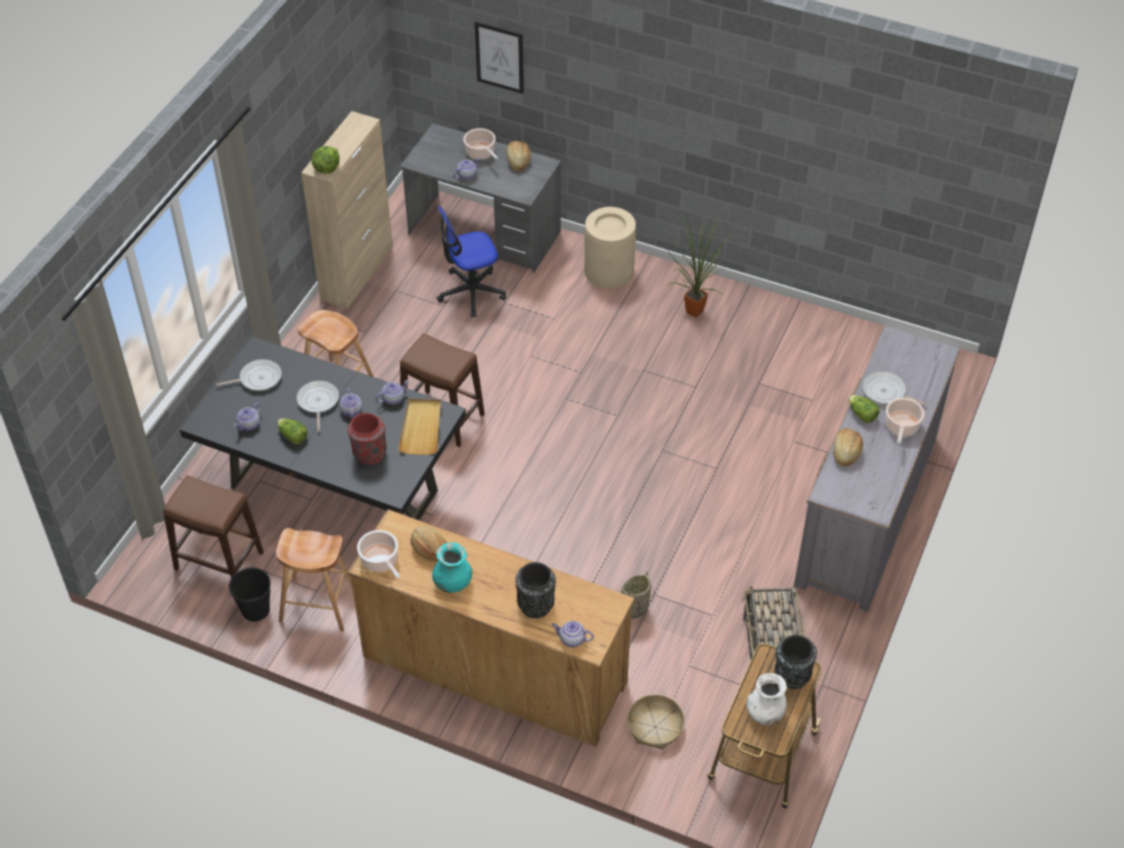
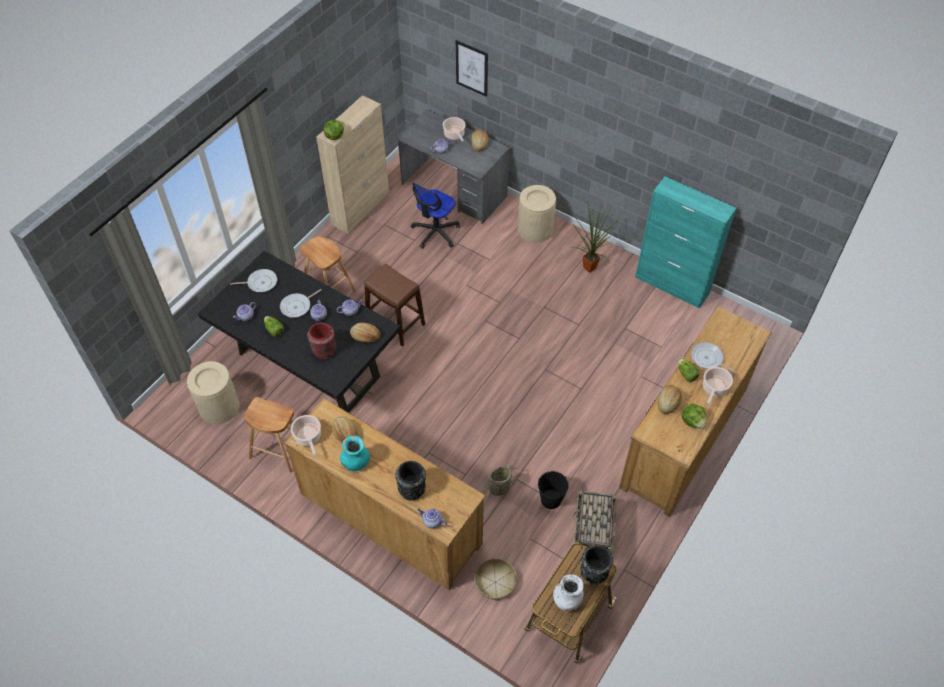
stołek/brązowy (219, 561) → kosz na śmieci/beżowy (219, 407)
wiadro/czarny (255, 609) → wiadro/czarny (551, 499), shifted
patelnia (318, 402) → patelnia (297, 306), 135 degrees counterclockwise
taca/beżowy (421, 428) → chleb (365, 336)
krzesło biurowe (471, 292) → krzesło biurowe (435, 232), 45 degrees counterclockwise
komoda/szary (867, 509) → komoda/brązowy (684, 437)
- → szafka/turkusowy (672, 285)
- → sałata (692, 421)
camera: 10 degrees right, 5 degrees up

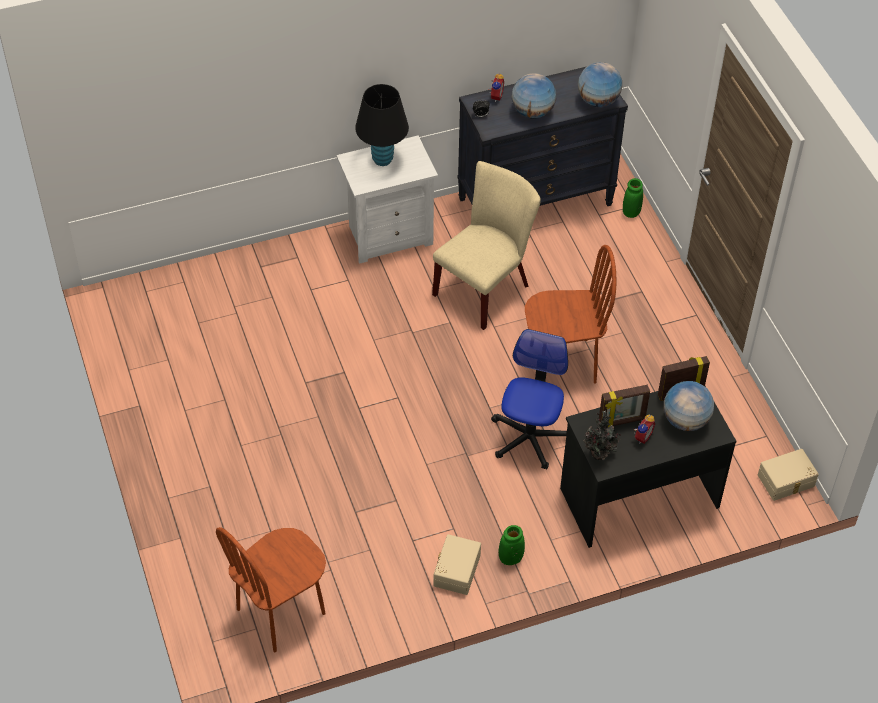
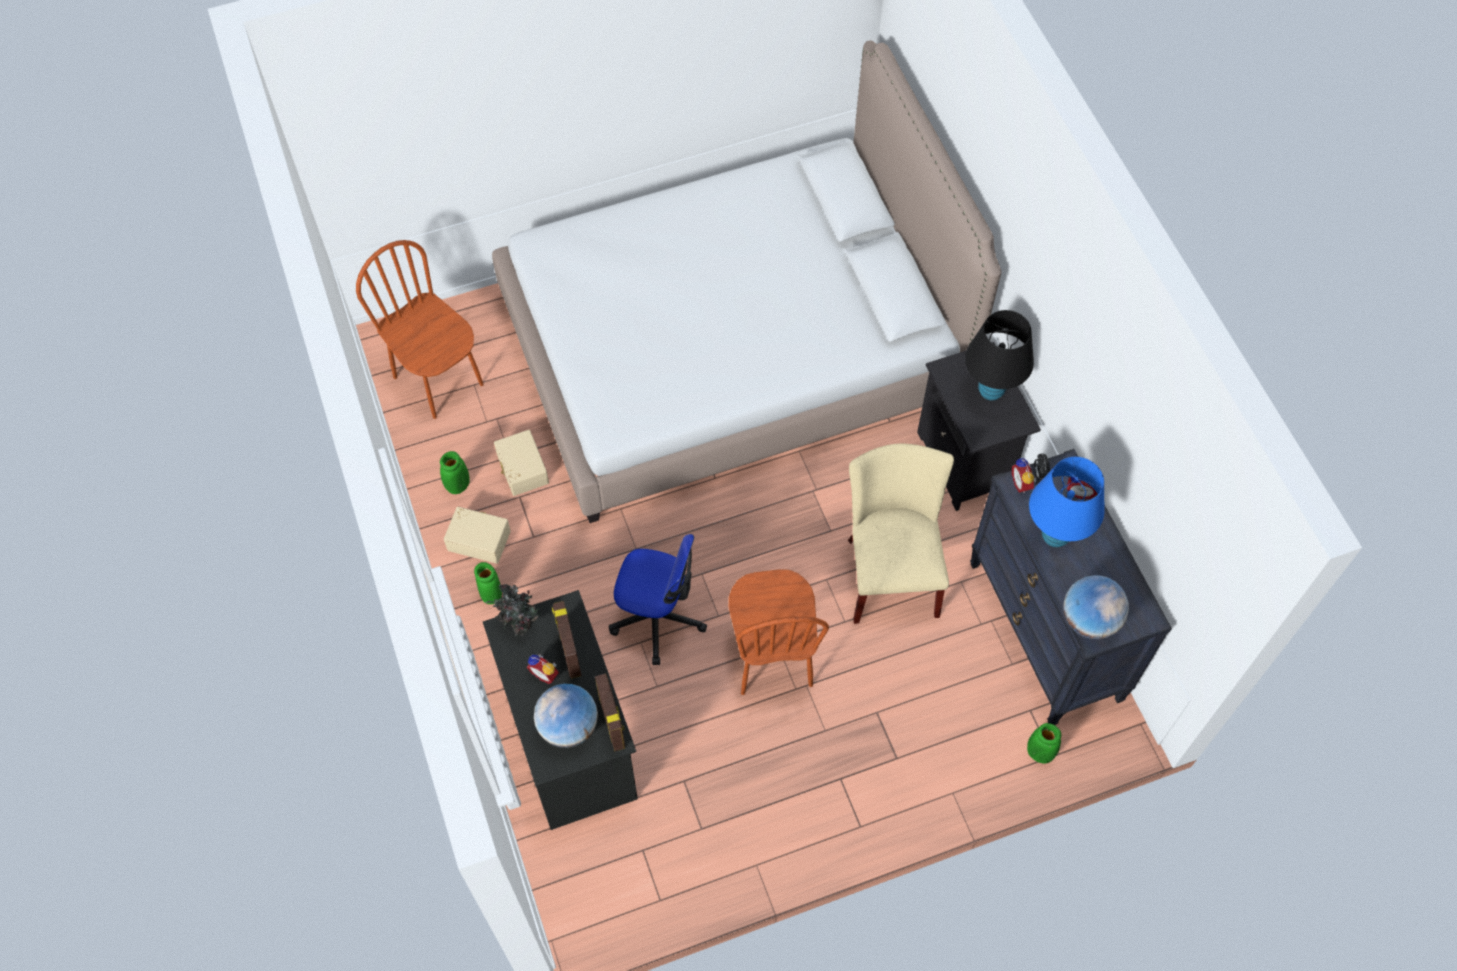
szafka nocna/biały (388, 235) → szafka nocna/czarny (966, 462)
krzesło/beżowy (486, 287) → krzesło/beżowy (889, 570), 135 degrees counterclockwise
globus (532, 112) → lampa stołowa/niebieski (1055, 536)
pojemnik do przechowywania/beżowy (786, 481) → pojemnik do przechowywania/beżowy (521, 469), shifted
- → wazon/zielony (458, 485)
- → łóżko (732, 348)
- → budzik (1022, 483)
camera: 90 degrees right, 10 degrees up

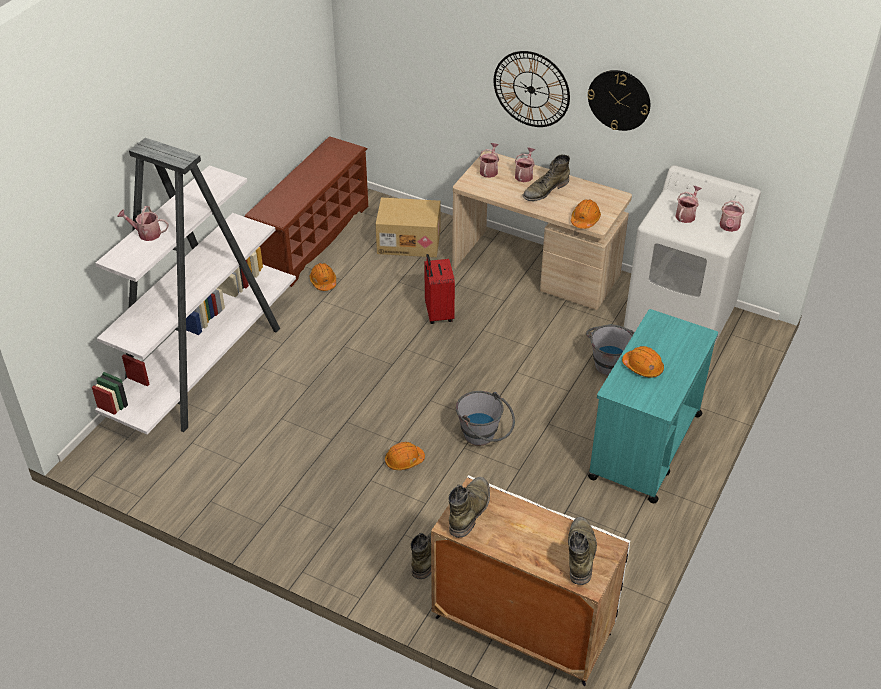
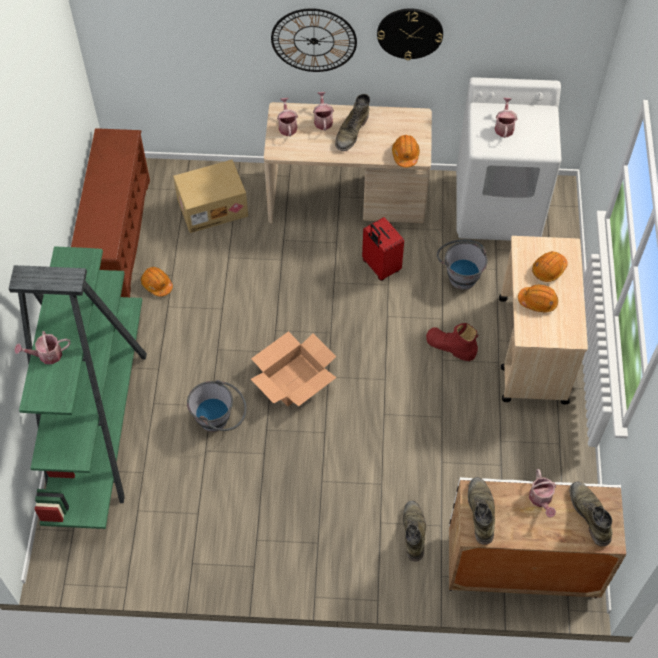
regał/biały (206, 364) → regał/zielony (99, 421)
kask/pomarańczowy (404, 461) → kask/pomarańczowy (548, 269), shifted
walizka/czerwony (438, 314) → walizka/czerwony (380, 267), shifted
wiadro/szary (484, 437) → wiadro/szary (219, 420), shifted
wózek/turkusowy (645, 446) → wózek/beżowy (532, 350)
konewka (729, 227) → konewka (541, 500), shifted
- → karton (294, 380)
- → but z cholewką/czerwony (450, 346)
camera: 25 degrees left, 15 degrees up

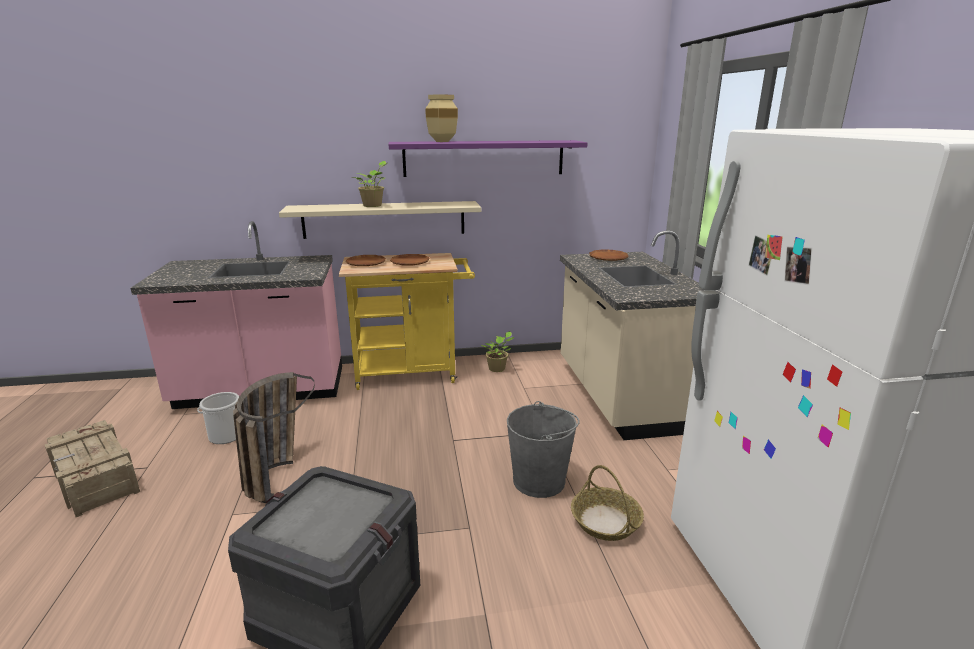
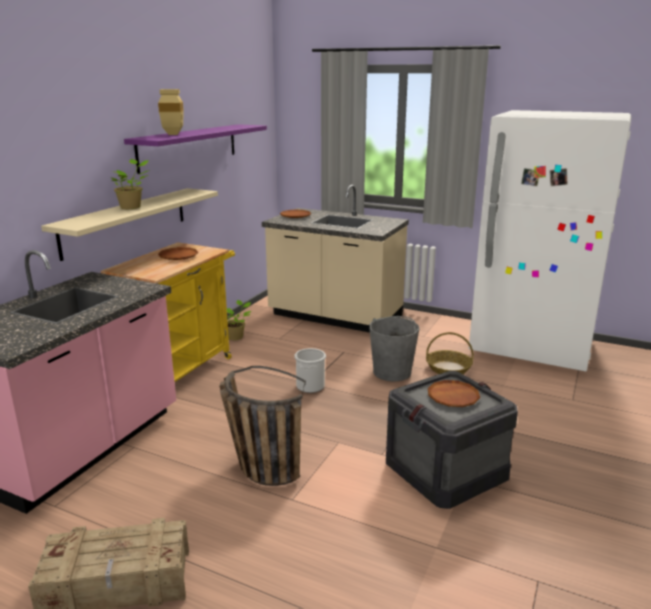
wiadro (227, 435) → wiadro (310, 386), shifted
talerz/brązowy (366, 263) → talerz/brązowy (453, 397), shifted
camera: 55 degrees left, 0 degrees up

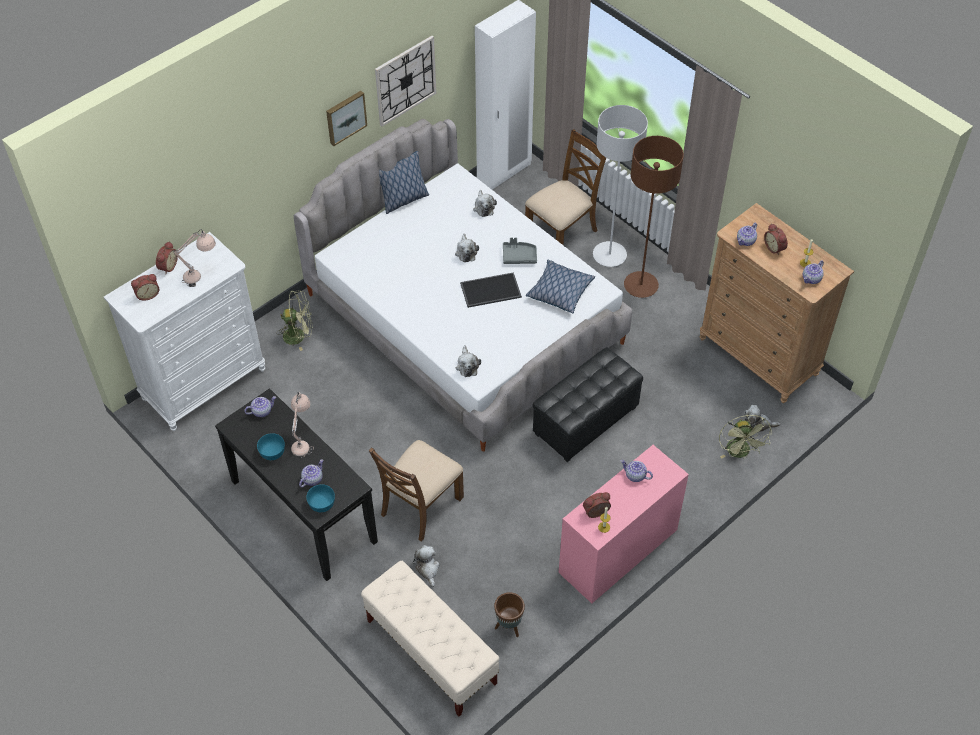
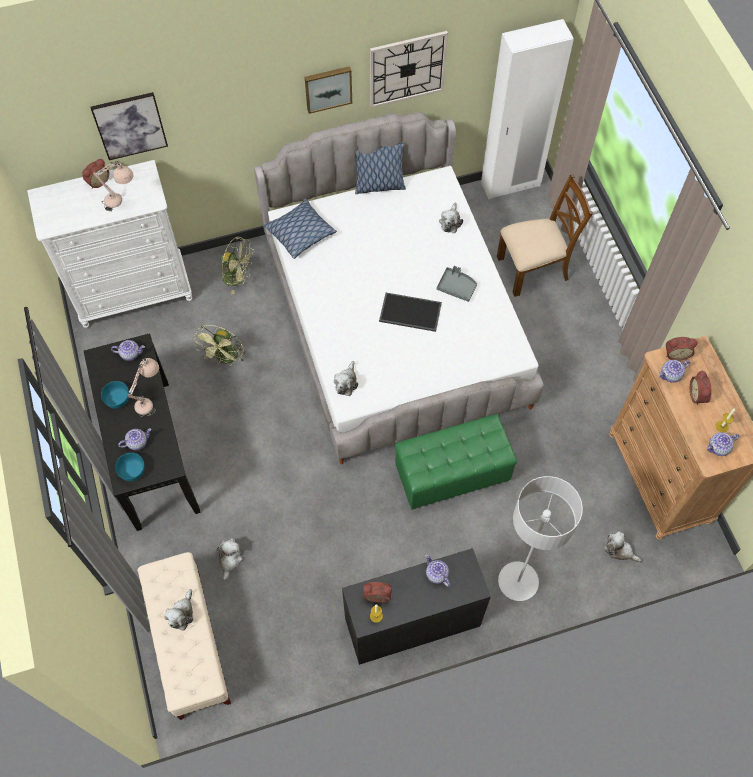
budzik (147, 294) → budzik (676, 353), shifted
krzesło/brązowy (420, 506) → -
pluszak (466, 252) → pluszak (182, 613), shifted
donica/brązowy (509, 627) → -
poduszka (559, 291) → poduszka (300, 233), shifted
pufa/czarny (585, 421) → pufa/zielony (452, 473)
biurko/różowy (618, 551) → biurko/czarny (412, 623)
lampa stojąca/szary (609, 255) → lampa stojąca/szary (518, 581), shifted
lampa stojąca/brązowy (641, 285) → -
wentylator/zielony (740, 453) → wentylator/zielony (225, 359), shifted
- → obraz (130, 125)
camera: 25 degrees right, 10 degrees up

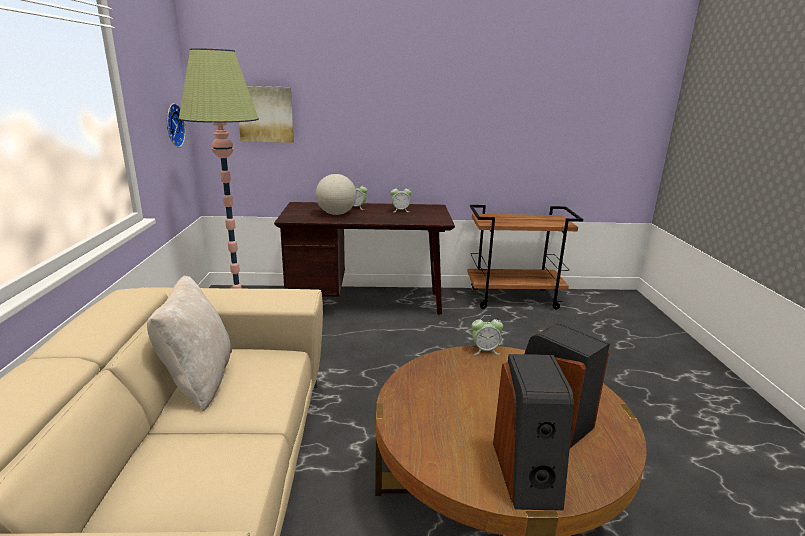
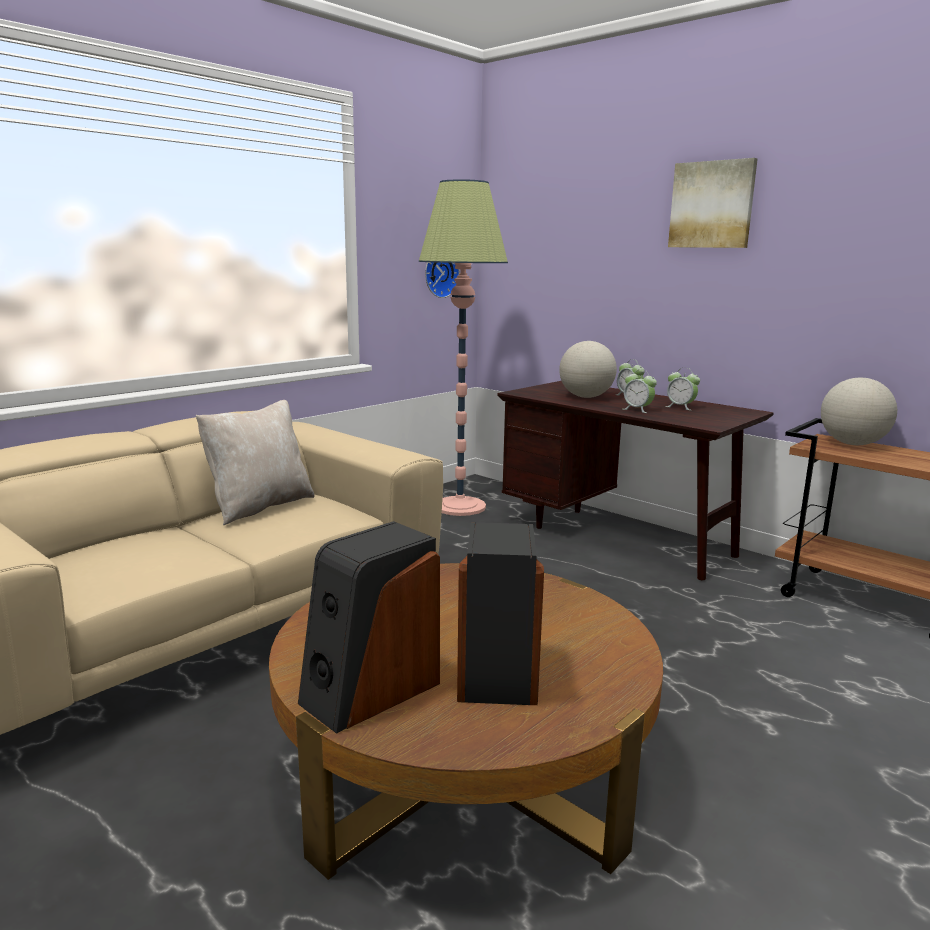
obraz (266, 114) → obraz (712, 205), shifted
budzik (485, 350) → budzik (637, 410), shifted
- → globus (852, 444)
camera: 45 degrees right, 5 degrees down

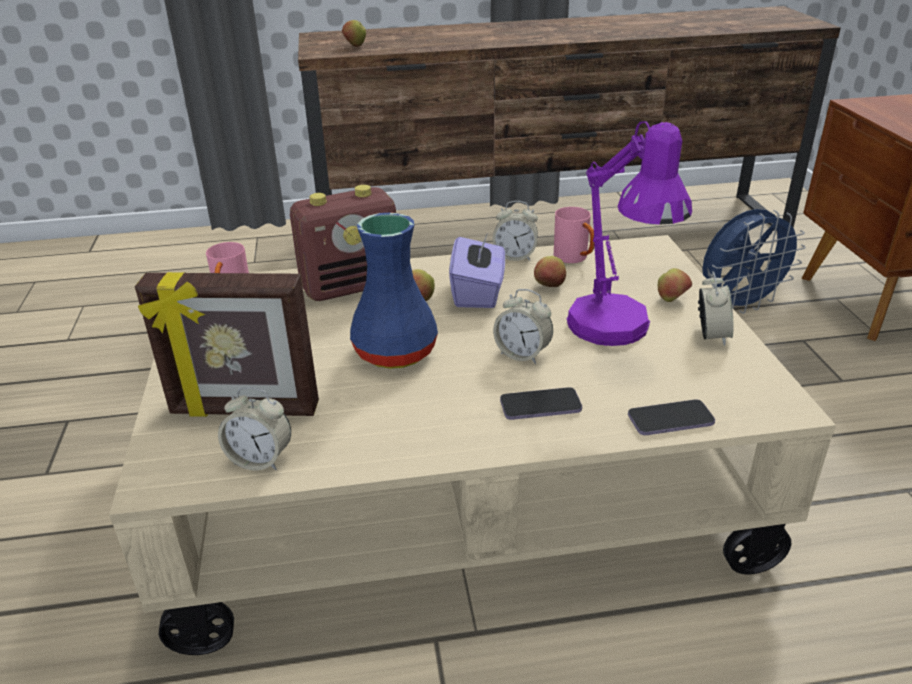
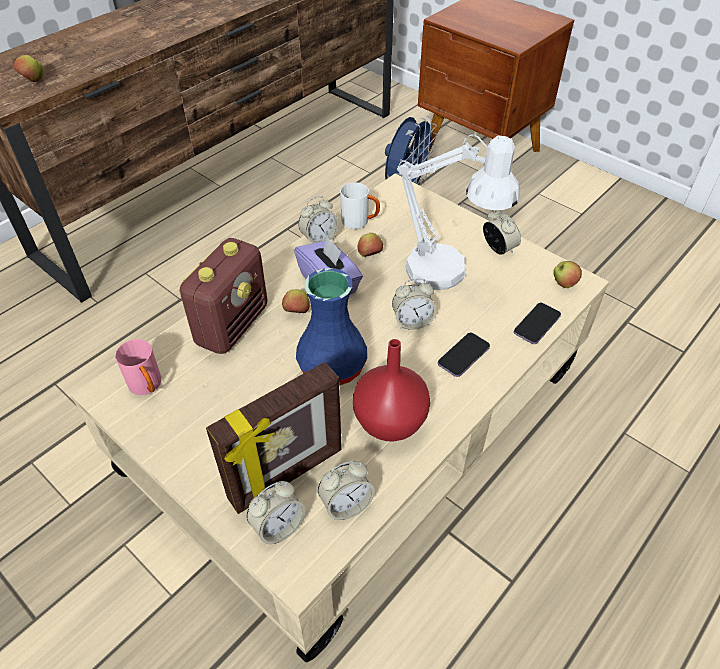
kubek/różowy (575, 259) → kubek/biały (360, 222)
lampa stołowa/fioletowy (615, 333) → lampa stołowa/biały (447, 274)
jabłko (671, 300) → jabłko (564, 284), shifted
- → budzik (278, 526)
- → wazon/czerwony (389, 421)
camera: 40 degrees left, 15 degrees up

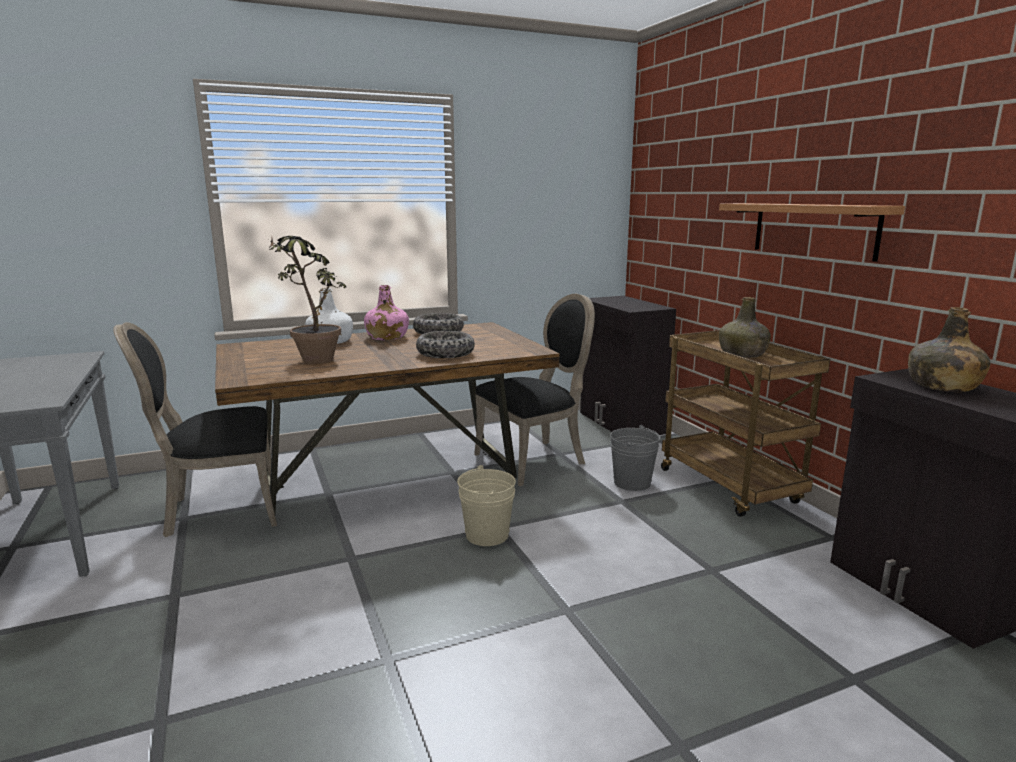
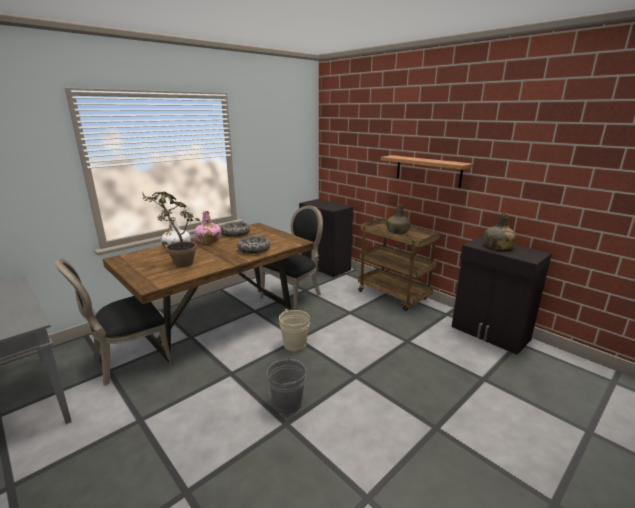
wiadro/szary (632, 483) → wiadro/szary (287, 403), shifted
camera: 20 degrees left, 5 degrees up

